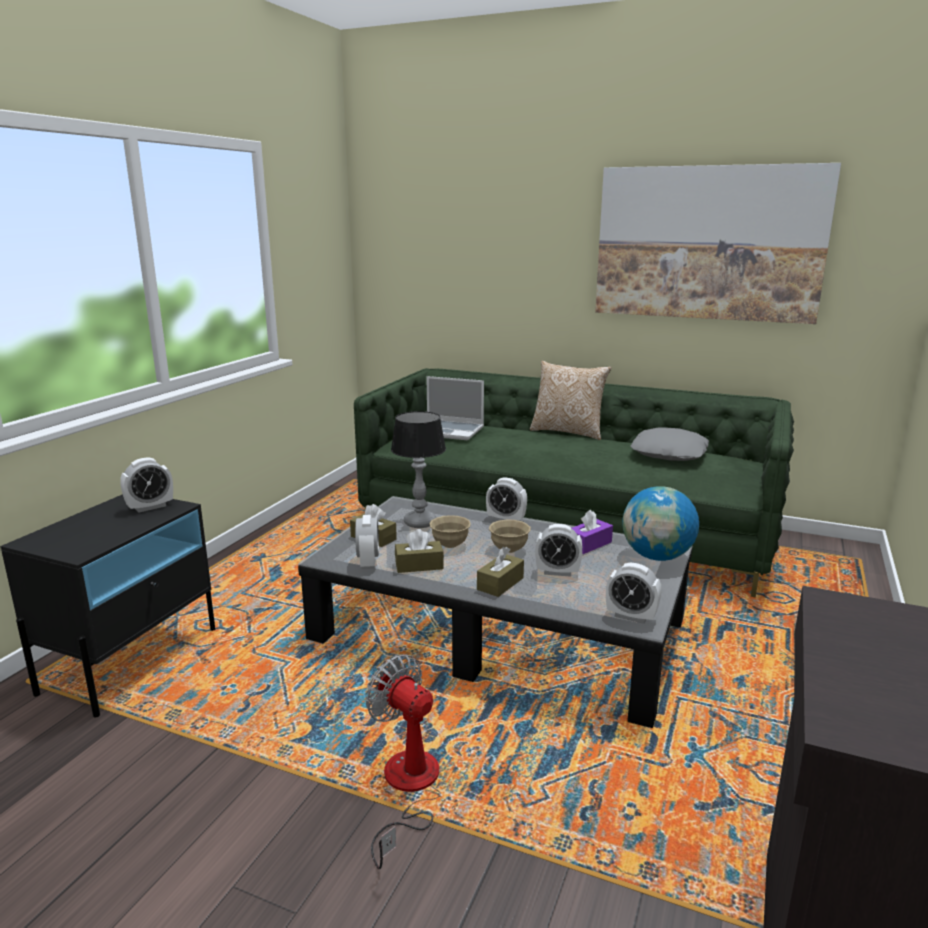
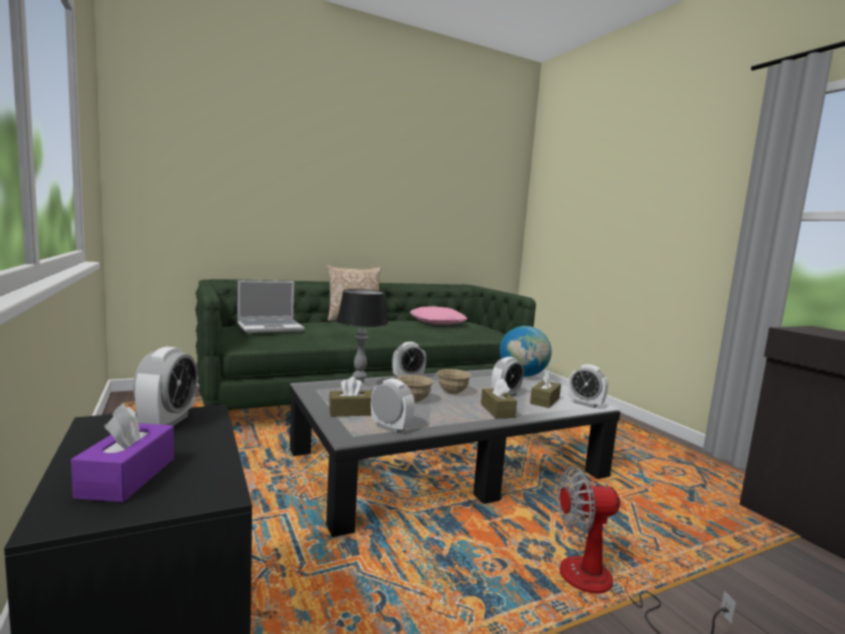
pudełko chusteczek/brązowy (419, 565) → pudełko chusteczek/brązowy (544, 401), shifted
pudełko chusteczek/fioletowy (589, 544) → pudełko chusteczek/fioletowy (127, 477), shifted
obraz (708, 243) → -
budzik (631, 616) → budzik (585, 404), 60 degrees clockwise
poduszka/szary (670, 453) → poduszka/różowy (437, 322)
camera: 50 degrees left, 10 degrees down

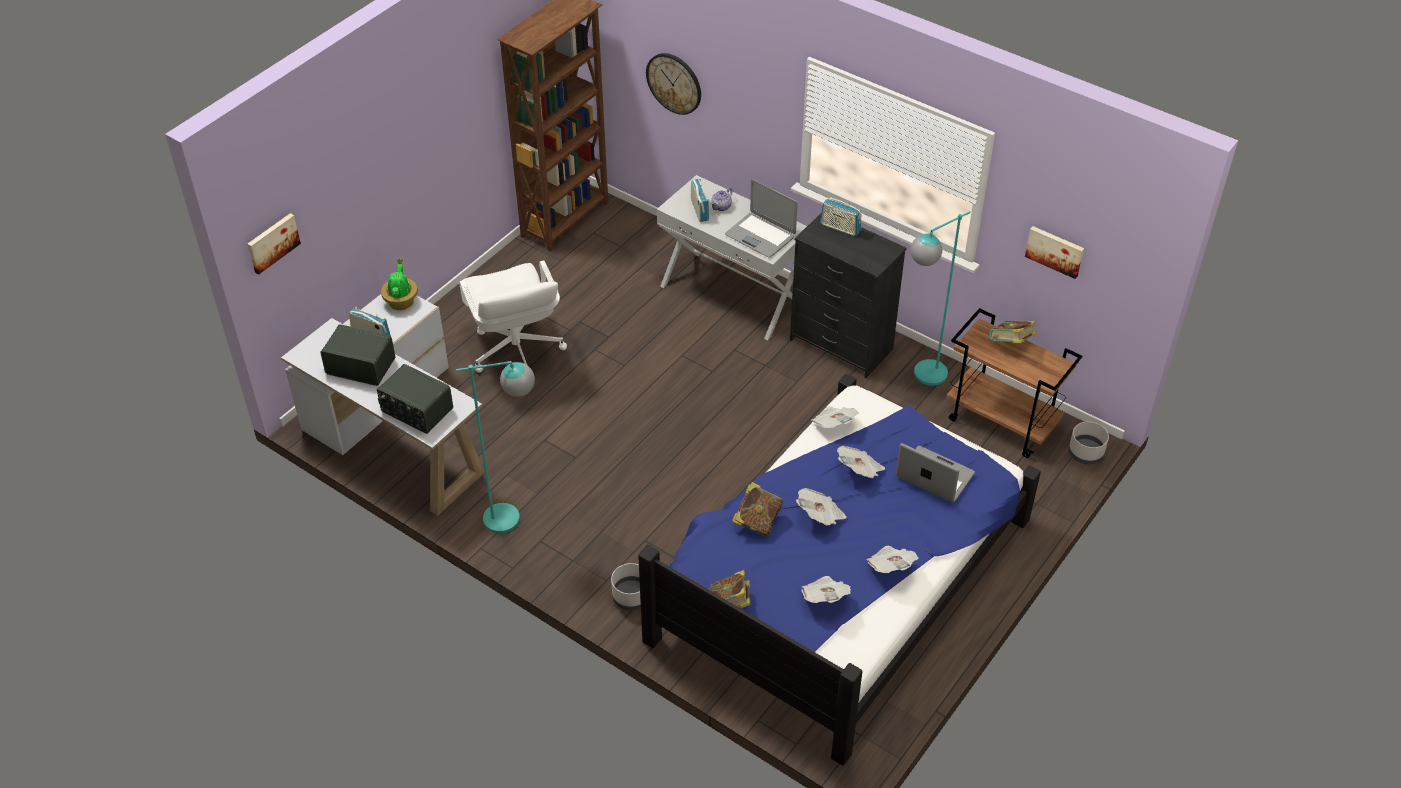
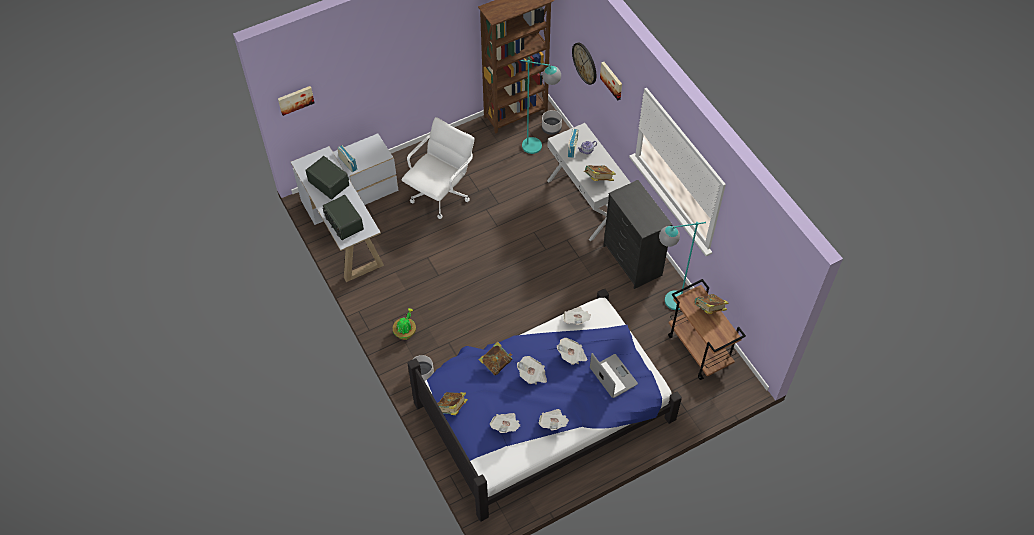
roślina doniczkowa (401, 301) → roślina doniczkowa (405, 332), shifted
lampa stojąca/turkusowy (514, 516) → lampa stojąca/turkusowy (539, 147), shifted
krzesło biurowe/biały (516, 352) → krzesło biurowe/biały (441, 194), 150 degrees counterclockwise
laptop (760, 235) → książka (598, 179)
radio (840, 228) → -
obraz (1055, 251) → obraz (612, 80), shifted
donica/szary (1085, 453) → donica/szary (551, 128), shifted
camera: 25 degrees right, 10 degrees up

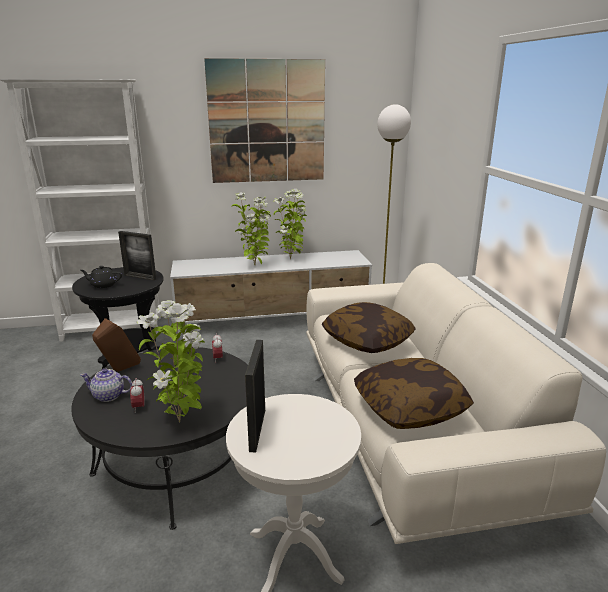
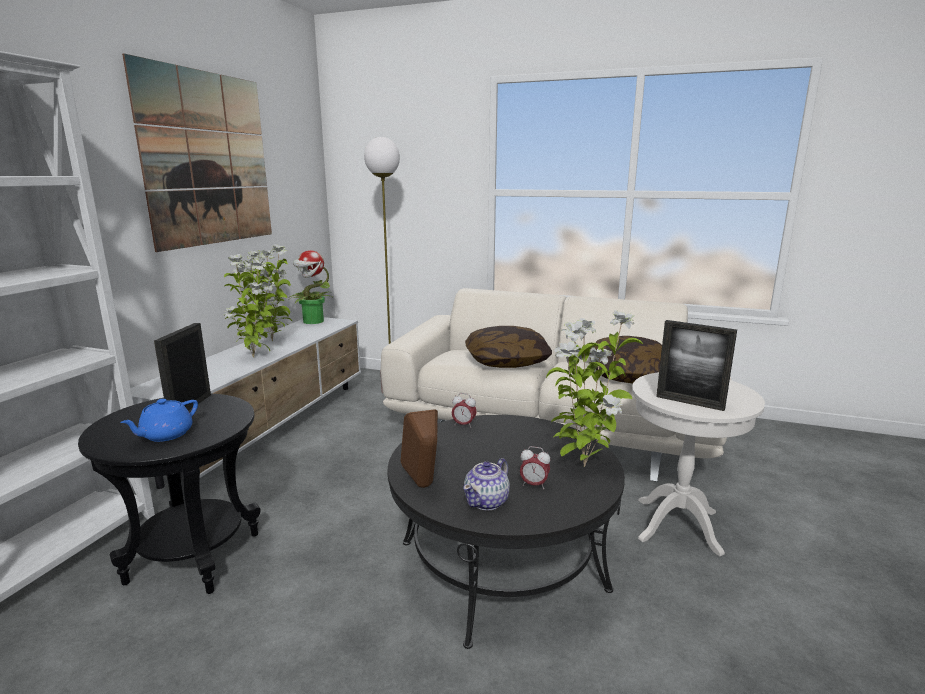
imbryk/czarny (103, 285) → imbryk/niebieski (165, 435)
ramka na zdjęcie (140, 277) → ramka na zdjęcie (190, 407), 135 degrees clockwise
- → roślina doniczkowa (313, 321)
camera: 60 degrees left, 5 degrees down

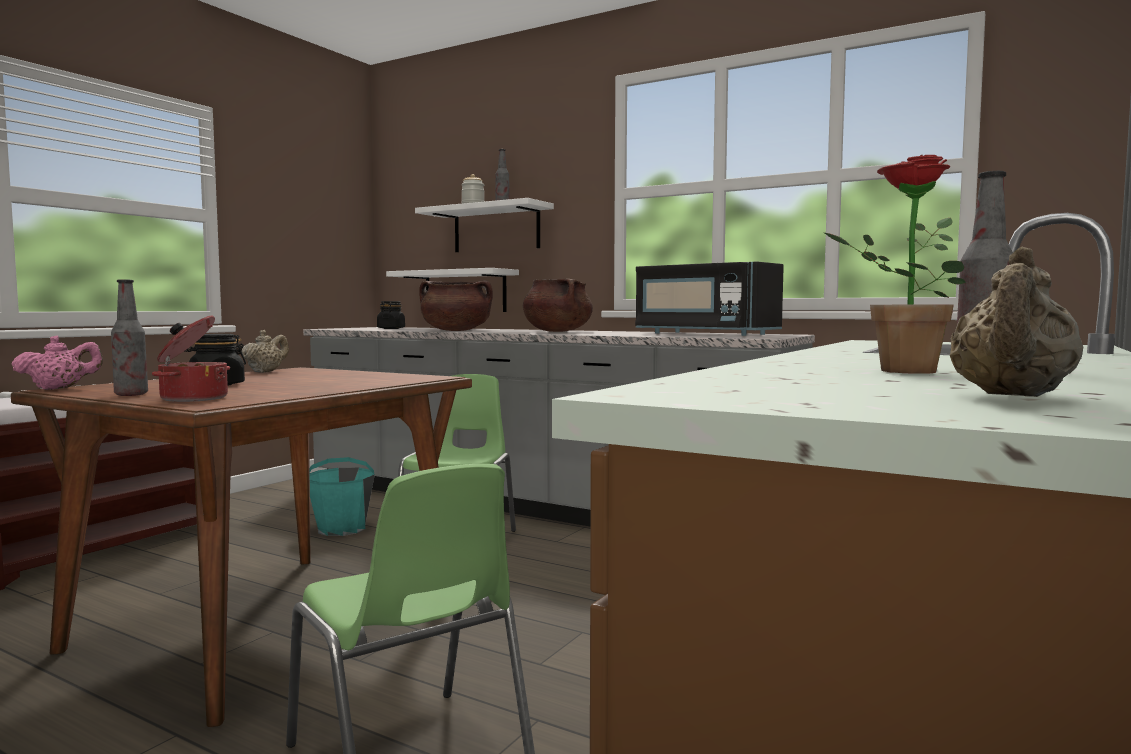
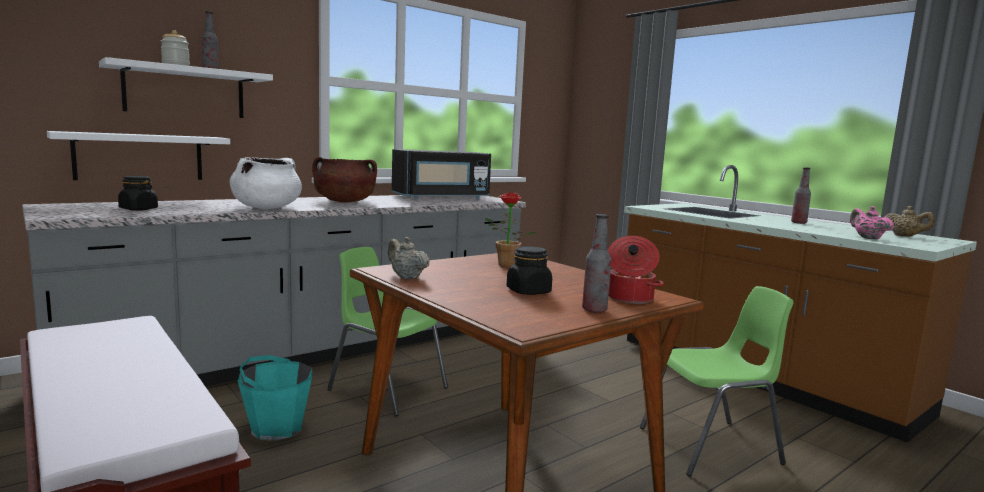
imbryk/różowy (60, 389) → imbryk/różowy (867, 238), shifted
garnek/brązowy (456, 331) → garnek/biały (267, 208)
roślina doniczkowa (895, 371) → roślina doniczkowa (505, 266), shifted
camera: 70 degrees left, 5 degrees up

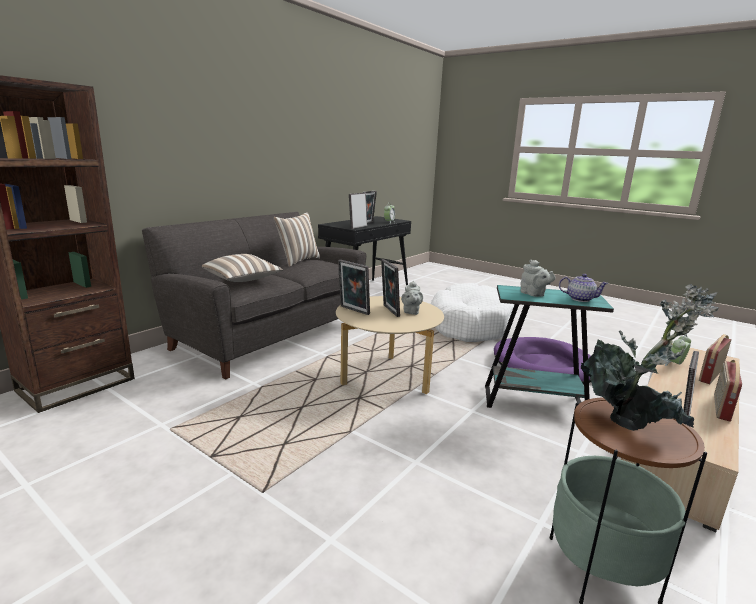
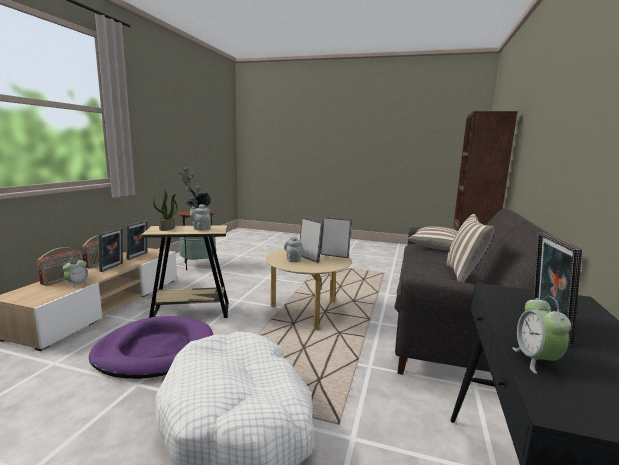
ramka na zdjęcie (357, 227) → ramka na zdjęcie (113, 267), shifted
stolik/turkusowy (534, 402) → stolik/beżowy (191, 312)
imbryk (580, 299) → roślina doniczkowa (167, 228)
camera: 160 degrees right, 5 degrees down

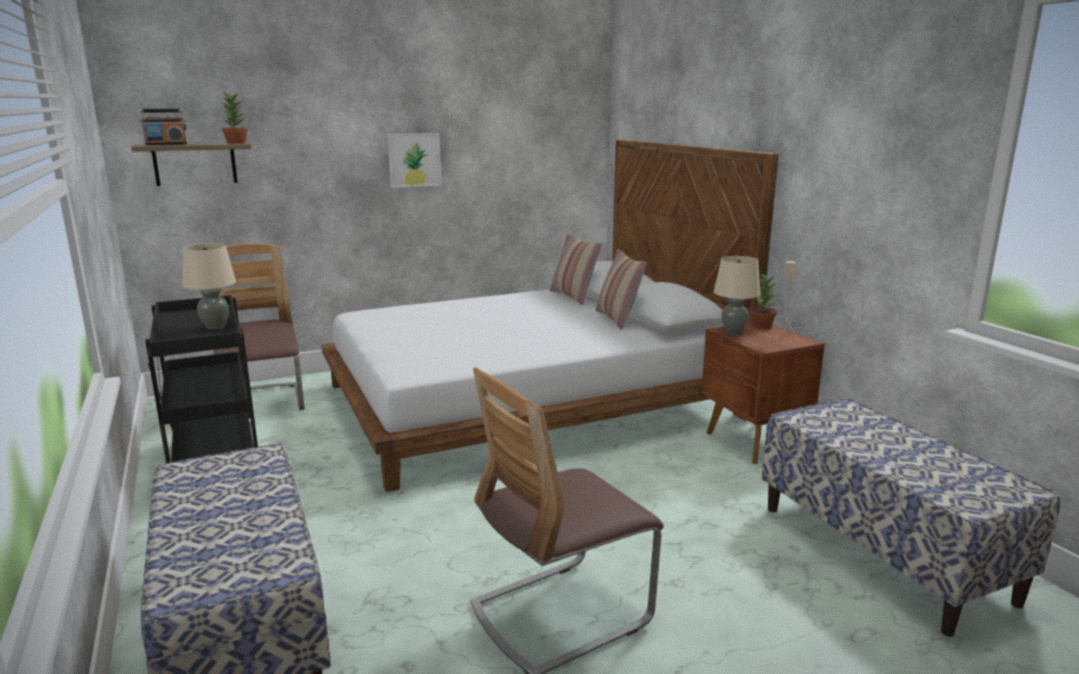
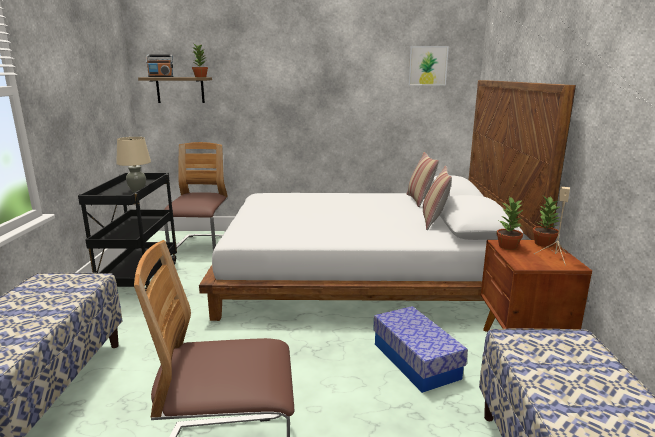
obraz (414, 160) → obraz (428, 66), shifted
lampa stołowa/beżowy (733, 332) → roślina doniczkowa (508, 246)
- → pojemnik do przechowywania (416, 360)
camera: 25 degrees right, 0 degrees up

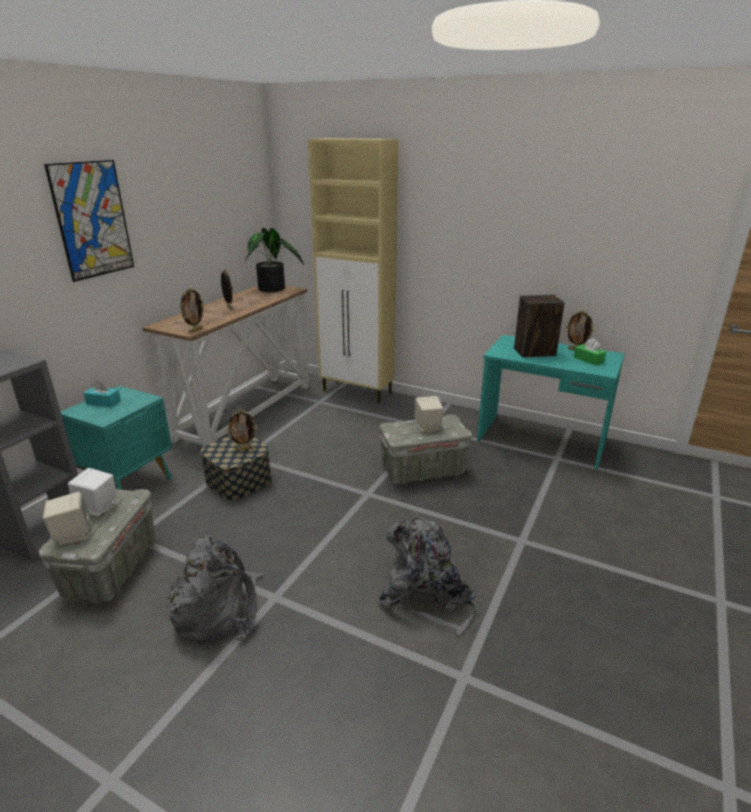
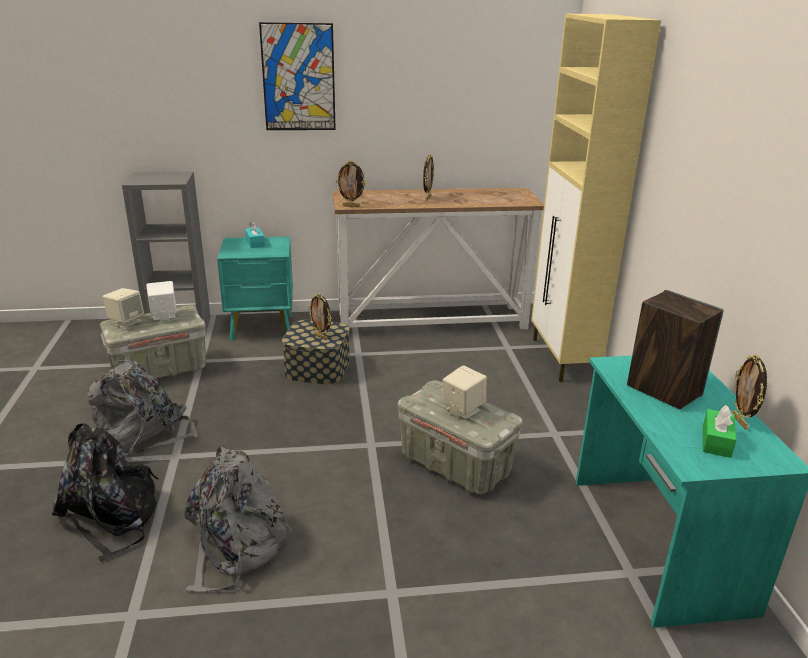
roślina doniczkowa (273, 289) → -
- → plecak/czarny (112, 516)
camera: 55 degrees right, 0 degrees up

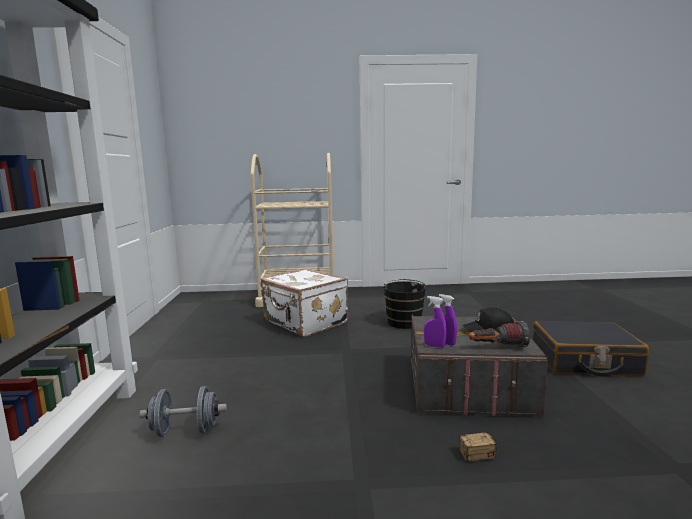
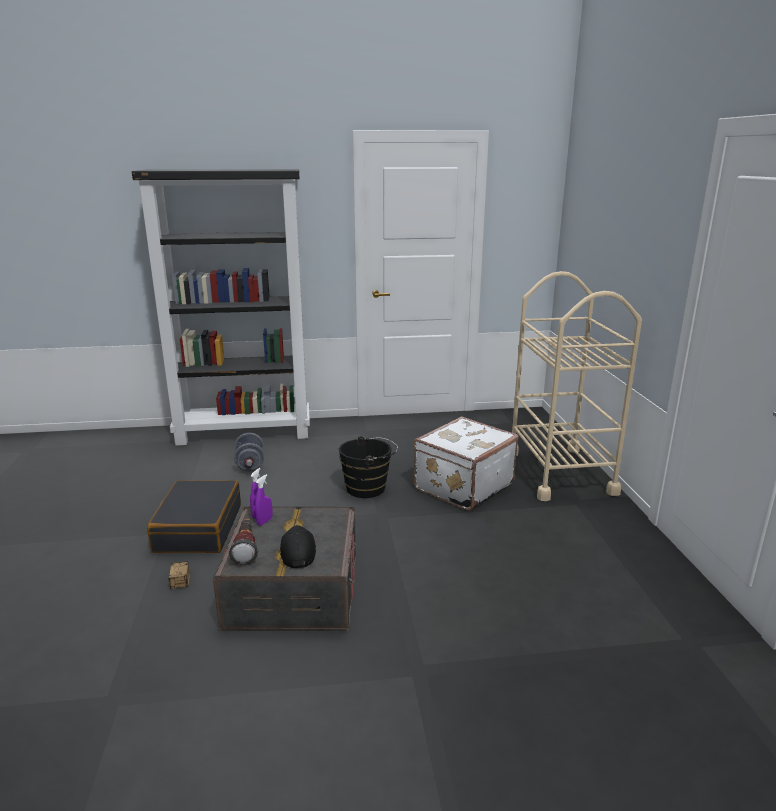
wiadro/czarny (404, 321) → wiadro/czarny (369, 488), shifted
walizka/czarny (584, 361) → walizka/czarny (198, 528), shifted
camera: 85 degrees right, 10 degrees up

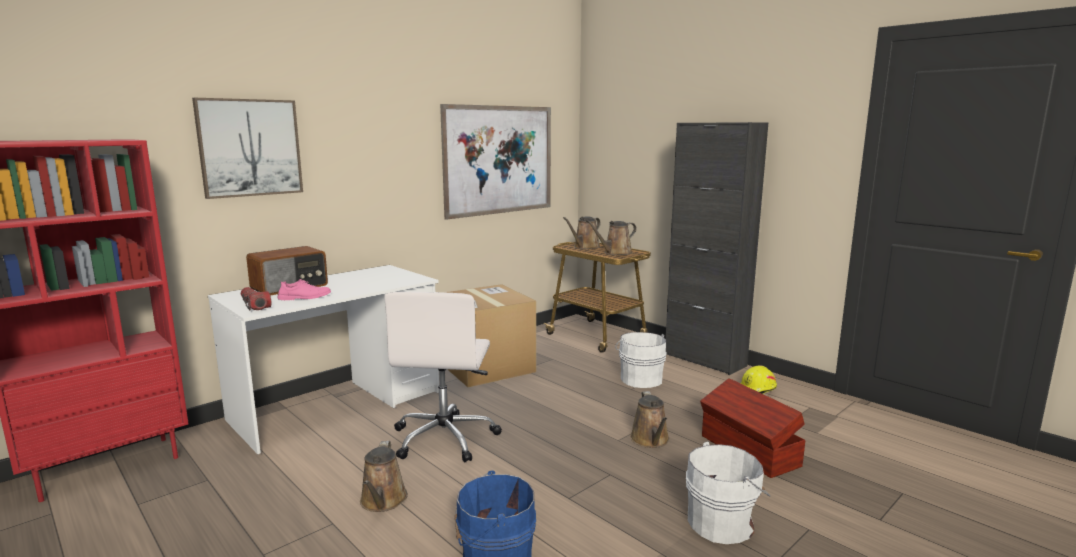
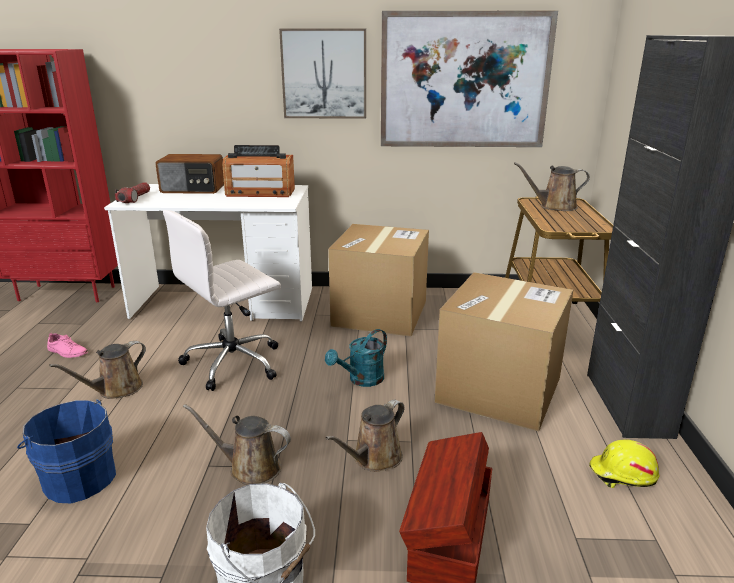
obraz (250, 148) → obraz (324, 74), shifted
but/różowy (304, 297) → but/różowy (67, 352), shifted
konewka/brązowy (615, 253) → konewka/brązowy (250, 467), shifted
wiadro/biały (640, 379) → karton (499, 389)
- → radio (260, 193)
- → konewka/turkusowy (361, 380)
camera: 45 degrees right, 10 degrees up

